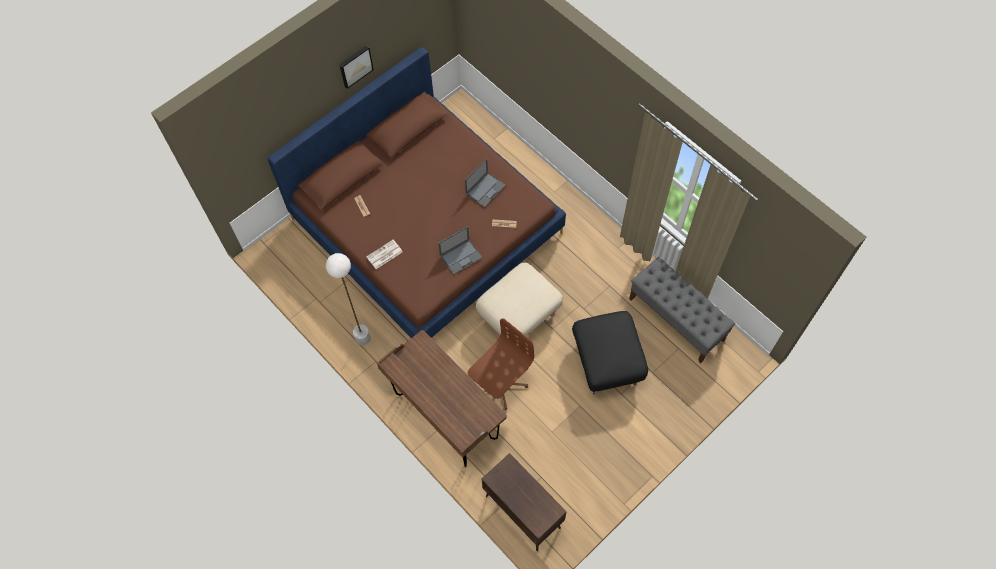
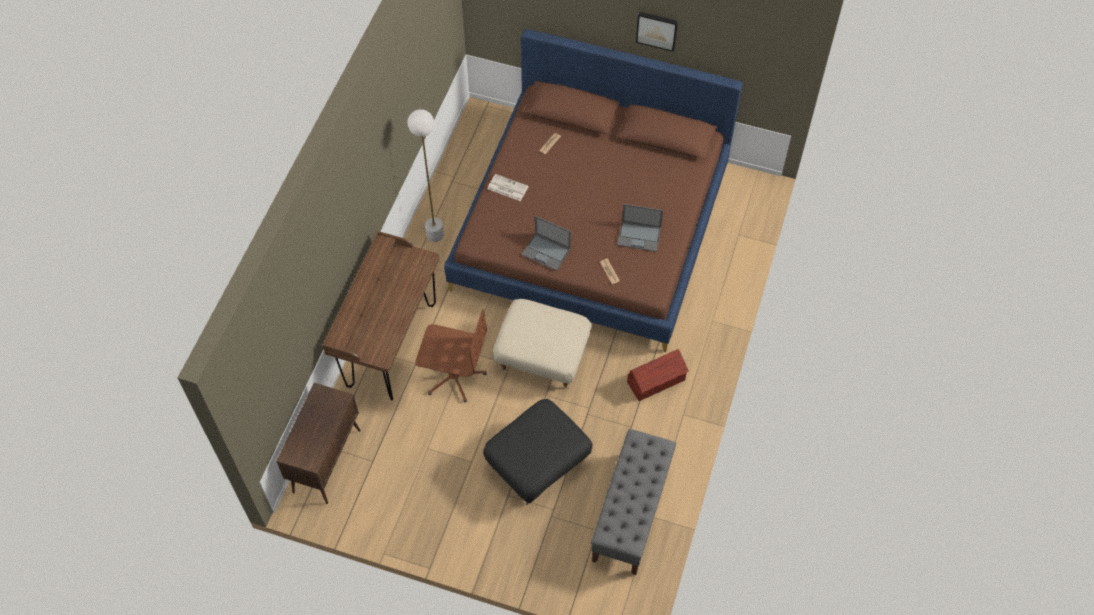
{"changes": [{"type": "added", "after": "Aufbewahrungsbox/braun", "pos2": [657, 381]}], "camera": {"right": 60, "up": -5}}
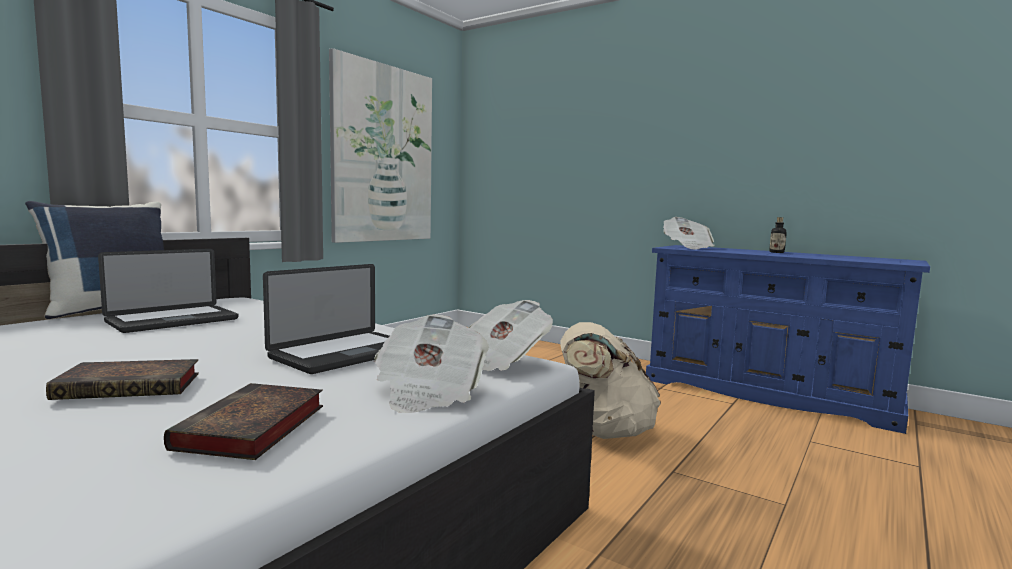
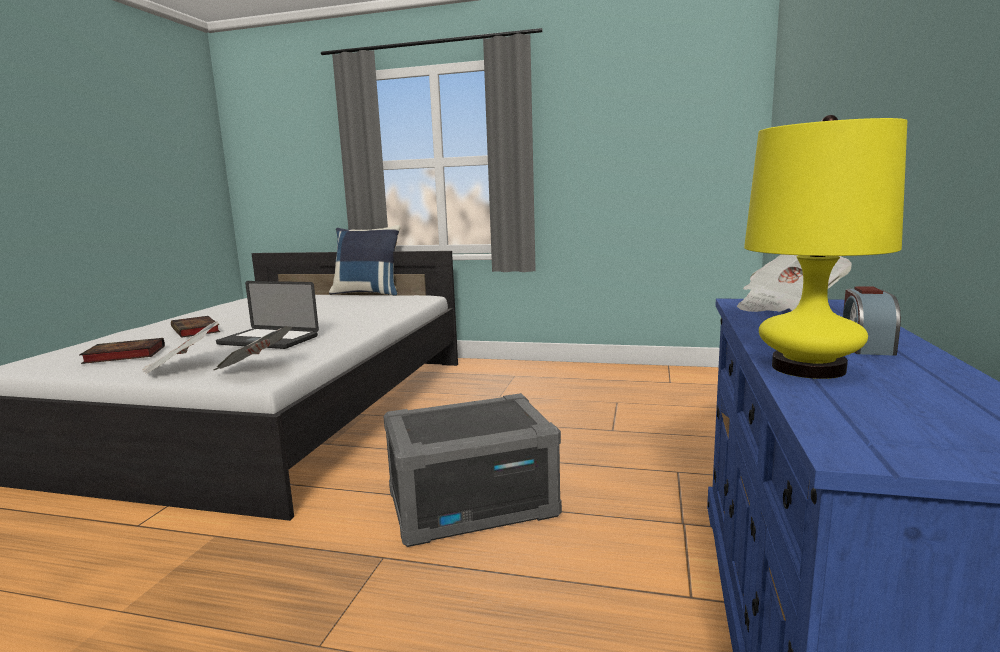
{"changes": [{"type": "removed", "before": "Bild", "pos1": [383, 154]}, {"type": "replaced", "before": "Flasche", "after": "Wecker", "pos1": [776, 252], "pos2": [865, 346]}, {"type": "removed", "before": "Laptop", "pos1": [173, 321]}, {"type": "replaced", "before": "Rucksack/beige", "after": "Aufbewahrungsbox/grau", "pos1": [603, 431], "pos2": [472, 503]}, {"type": "added", "after": "Tischlampe/gelb", "pos2": [808, 368]}], "camera": {"right": 70, "up": 5}}
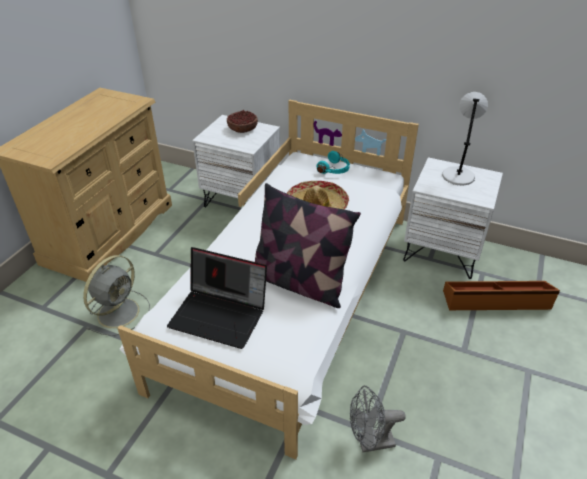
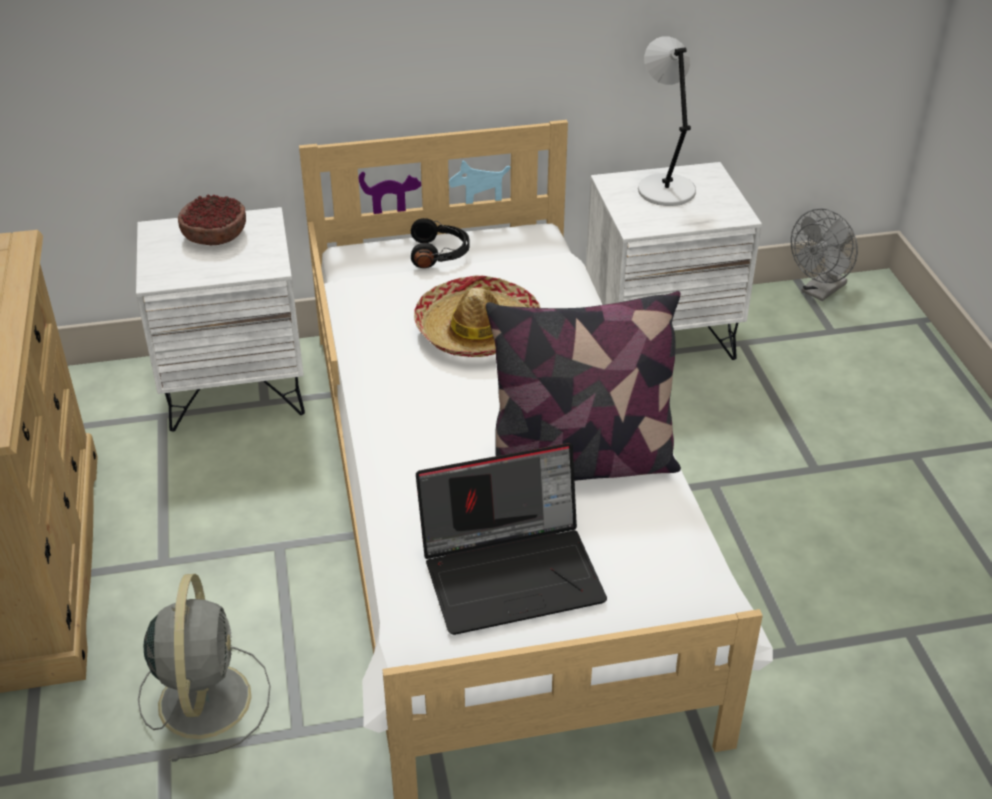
{"changes": [{"type": "recoloured", "before": "Kopfhörer/türkis", "after": "Kopfhörer/schwarz", "pos1": [334, 170], "pos2": [440, 254]}, {"type": "removed", "before": "Aufbewahrungsbox/braun", "pos1": [496, 301]}, {"type": "moved", "before": "Ventilator/grau", "pos1": [370, 442], "pos2": [820, 292]}], "camera": {"right": -35, "up": 0}}
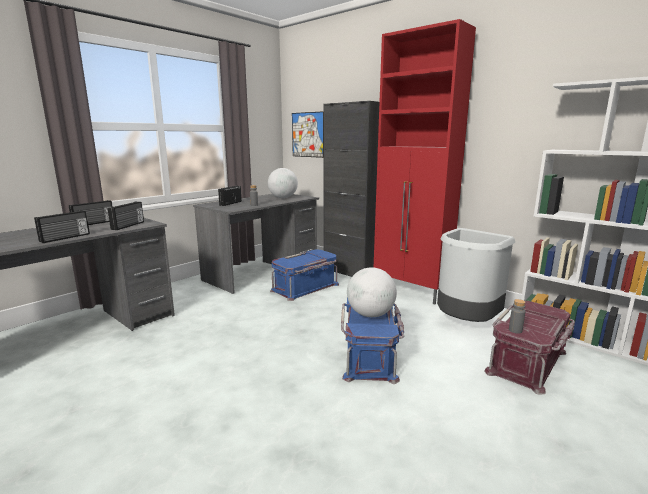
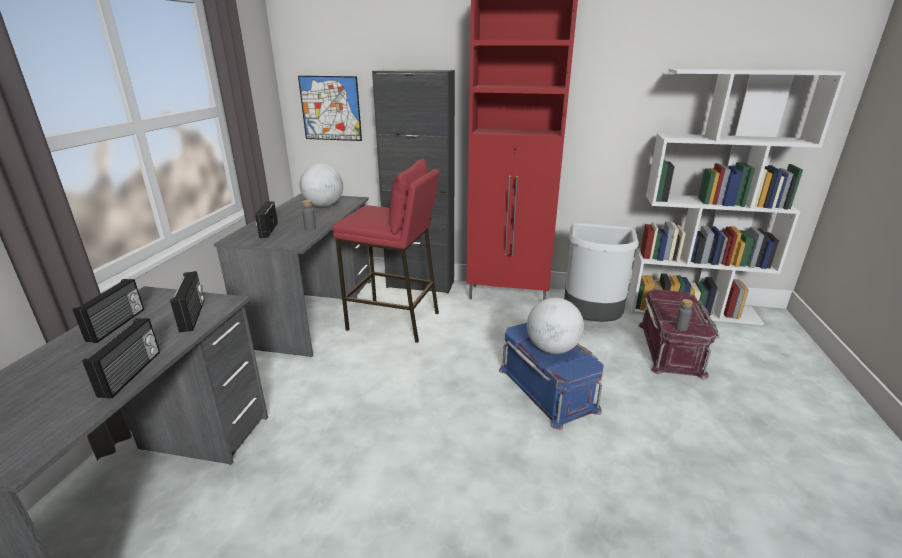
{"changes": [{"type": "replaced", "before": "Aufbewahrungsbox/blau", "after": "Hocker/rot", "pos1": [305, 288], "pos2": [394, 321]}], "camera": {"right": -30, "up": 10}}
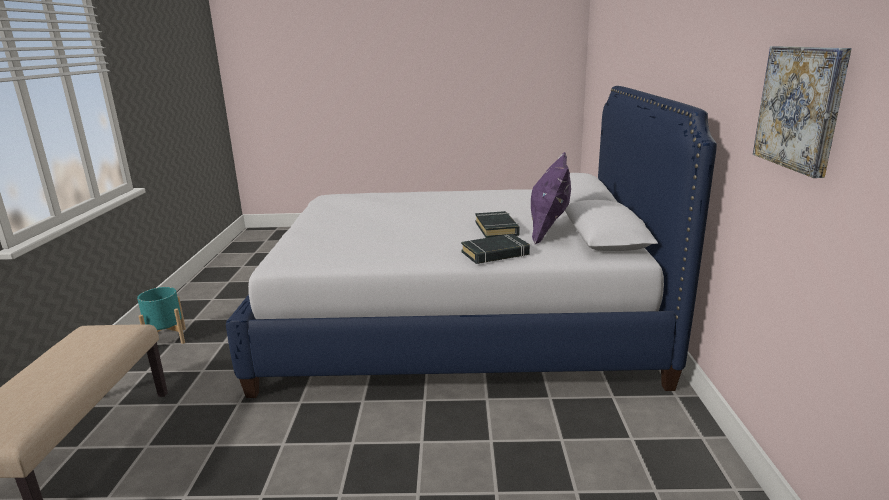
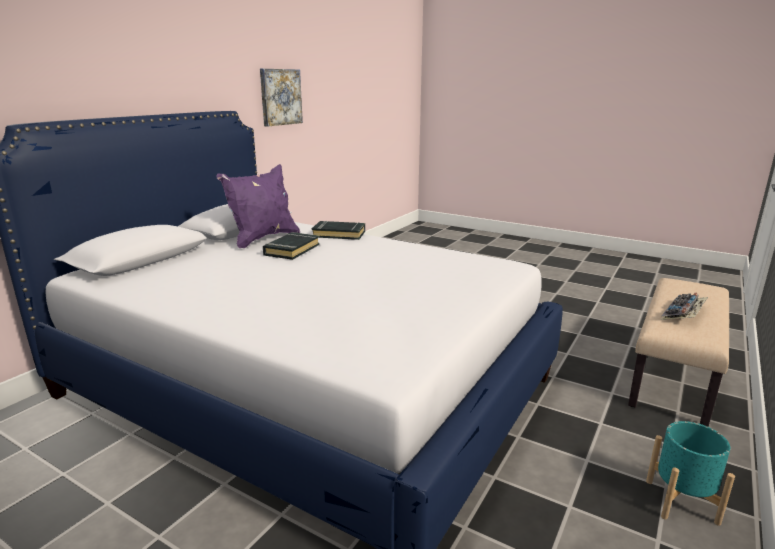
{"changes": [{"type": "added", "after": "Tastatur", "pos2": [683, 314]}], "camera": {"right": -150, "up": 0}}
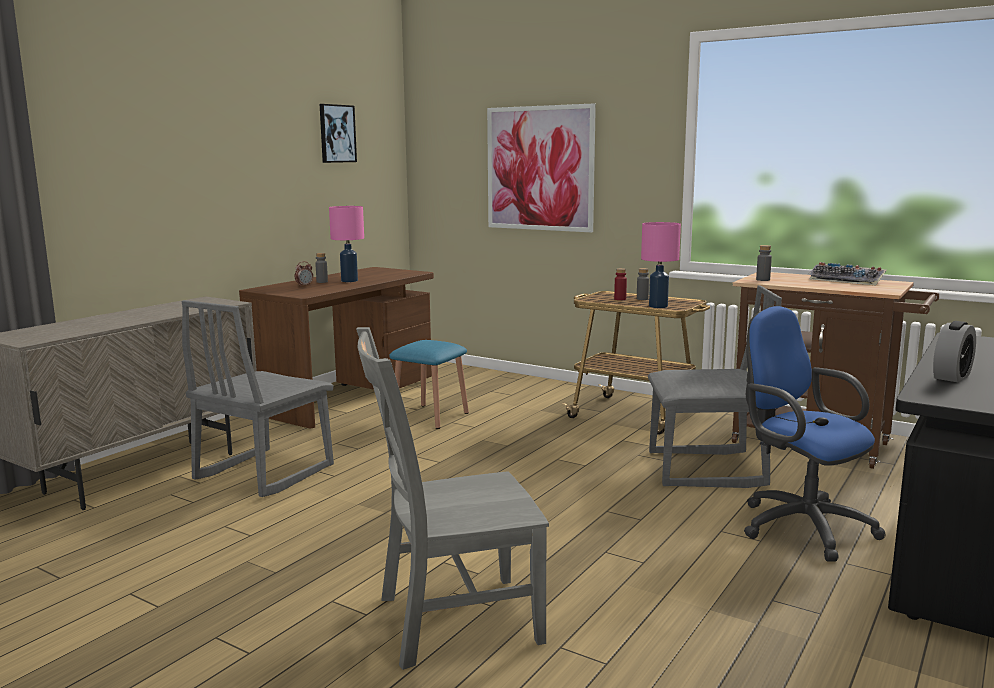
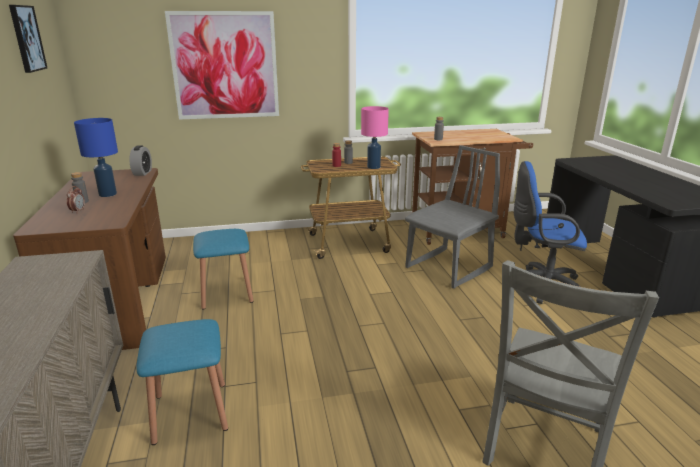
{"changes": [{"type": "recoloured", "before": "Tischlampe/rosa", "after": "Tischlampe/blau", "pos1": [349, 281], "pos2": [107, 194]}, {"type": "removed", "before": "Tastatur", "pos1": [847, 280]}, {"type": "replaced", "before": "Stuhl/grau", "after": "Hocker/blau", "pos1": [263, 473], "pos2": [190, 412]}, {"type": "moved", "before": "Wecker", "pos1": [952, 376], "pos2": [142, 173]}], "camera": {"right": -45, "up": 10}}
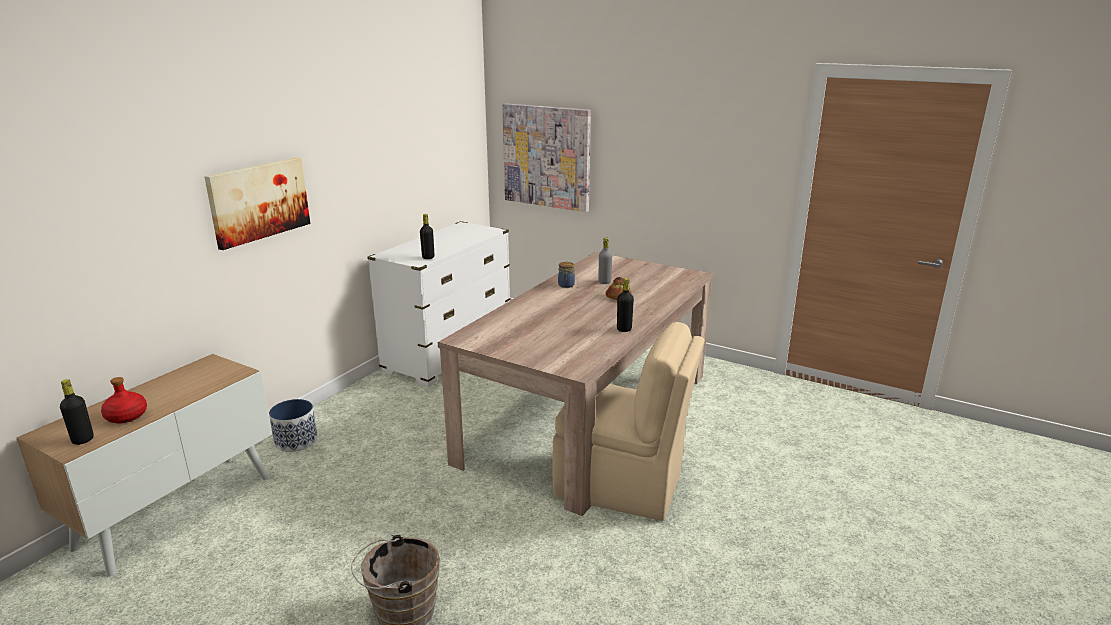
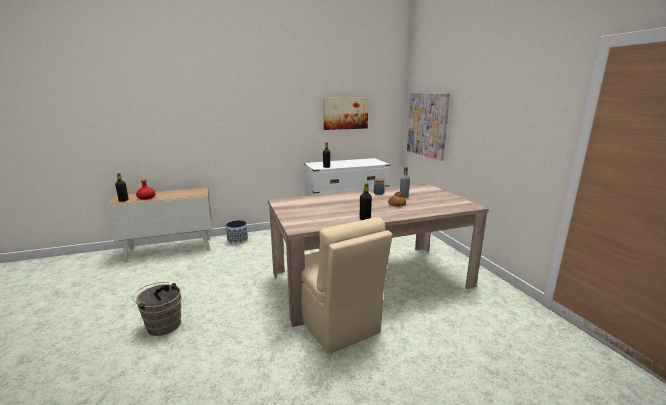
{"changes": [{"type": "moved", "before": "Bild", "pos1": [259, 201], "pos2": [345, 113]}], "camera": {"right": 40, "up": -5}}
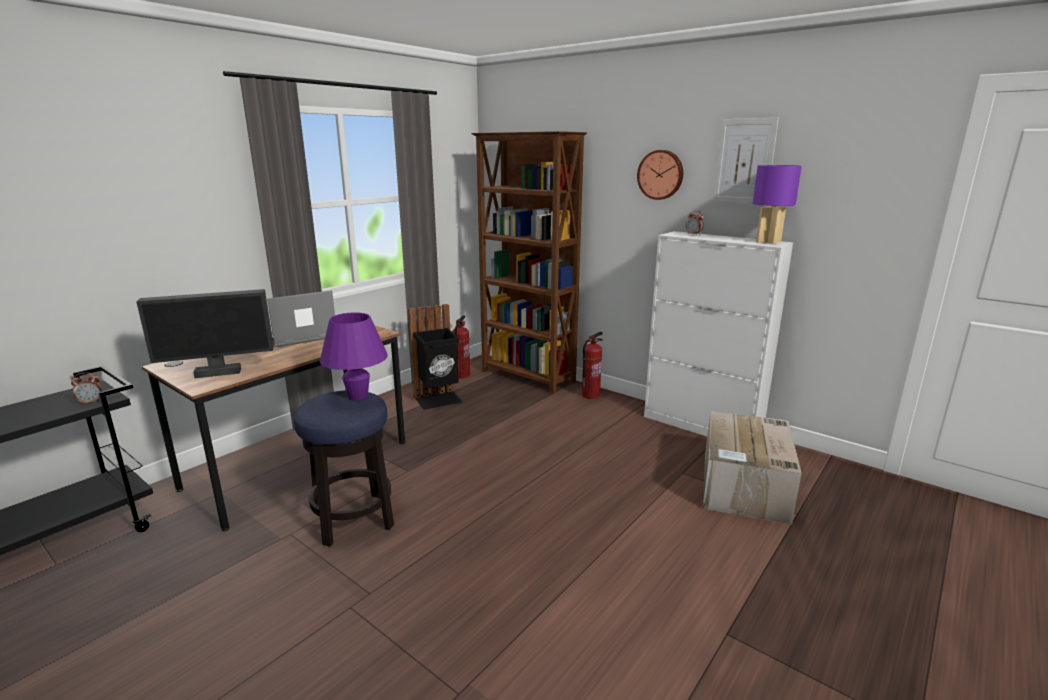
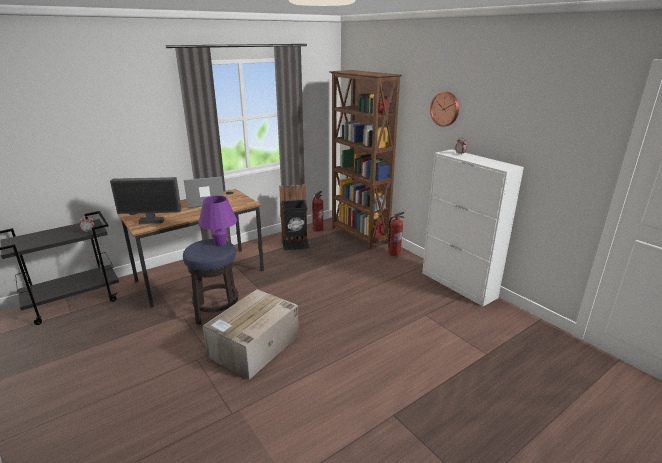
{"changes": [{"type": "removed", "before": "Bild", "pos1": [744, 161]}, {"type": "removed", "before": "Tischlampe/lila", "pos1": [767, 242]}, {"type": "moved", "before": "Karton", "pos1": [744, 486], "pos2": [254, 346]}], "camera": {"right": 15, "up": 5}}
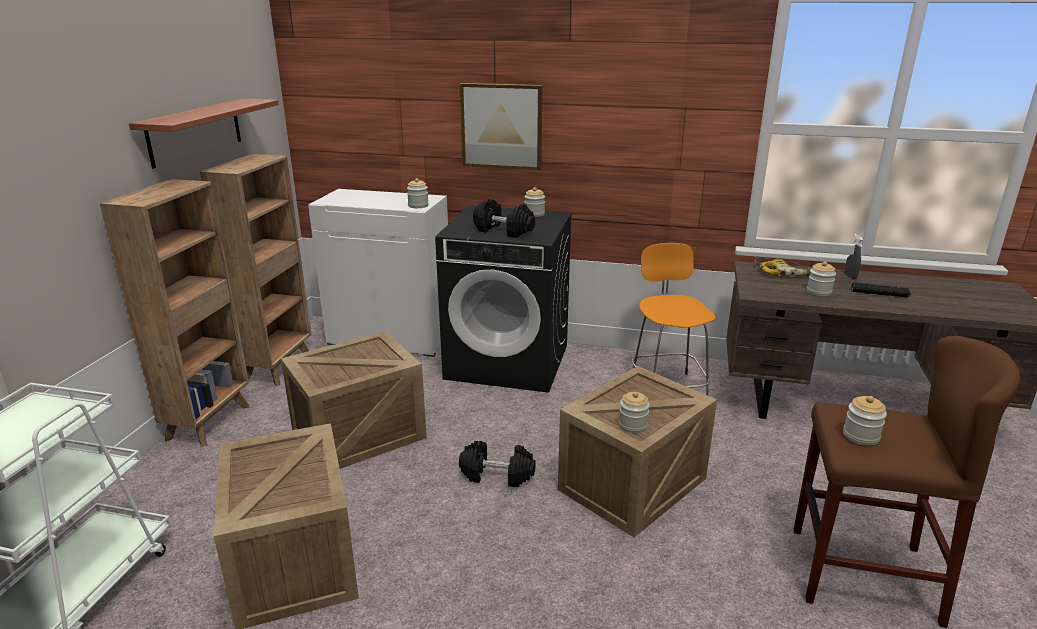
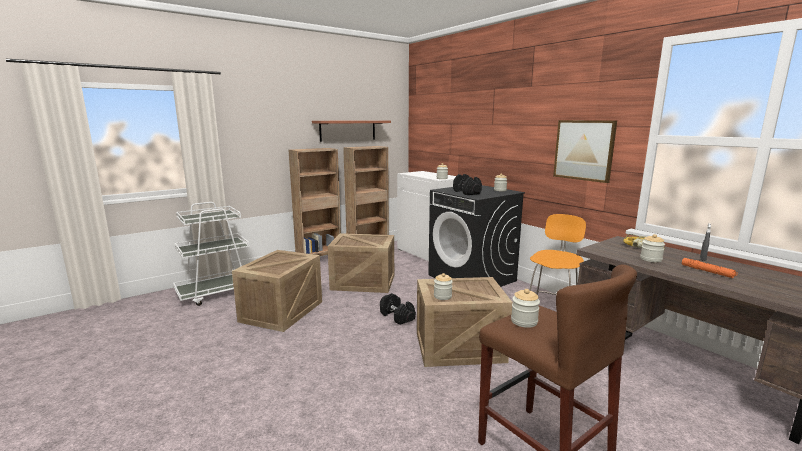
{"changes": [{"type": "moved", "before": "Bild", "pos1": [502, 126], "pos2": [584, 150]}, {"type": "recoloured", "before": "Taschenlampe/schwarz", "after": "Taschenlampe/orange", "pos1": [879, 294], "pos2": [707, 271]}], "camera": {"right": 40, "up": -10}}
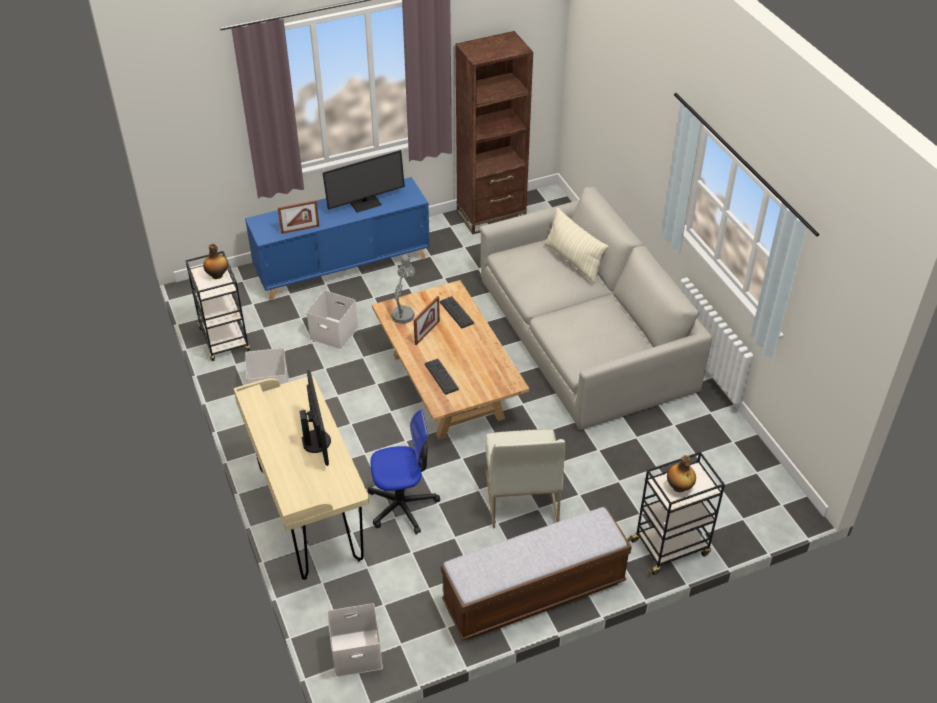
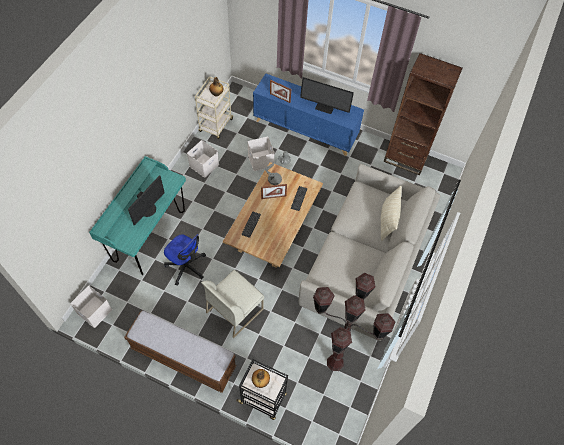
{"changes": [{"type": "recoloured", "before": "Rollwagen/schwarz", "after": "Rollwagen/beige", "pos1": [225, 340], "pos2": [216, 126]}, {"type": "recoloured", "before": "Schreibtisch/beige", "after": "Schreibtisch/türkis", "pos1": [309, 516], "pos2": [149, 236]}, {"type": "added", "after": "Stehlampe/braun", "pos2": [335, 363]}], "camera": {"right": 45, "up": 15}}
